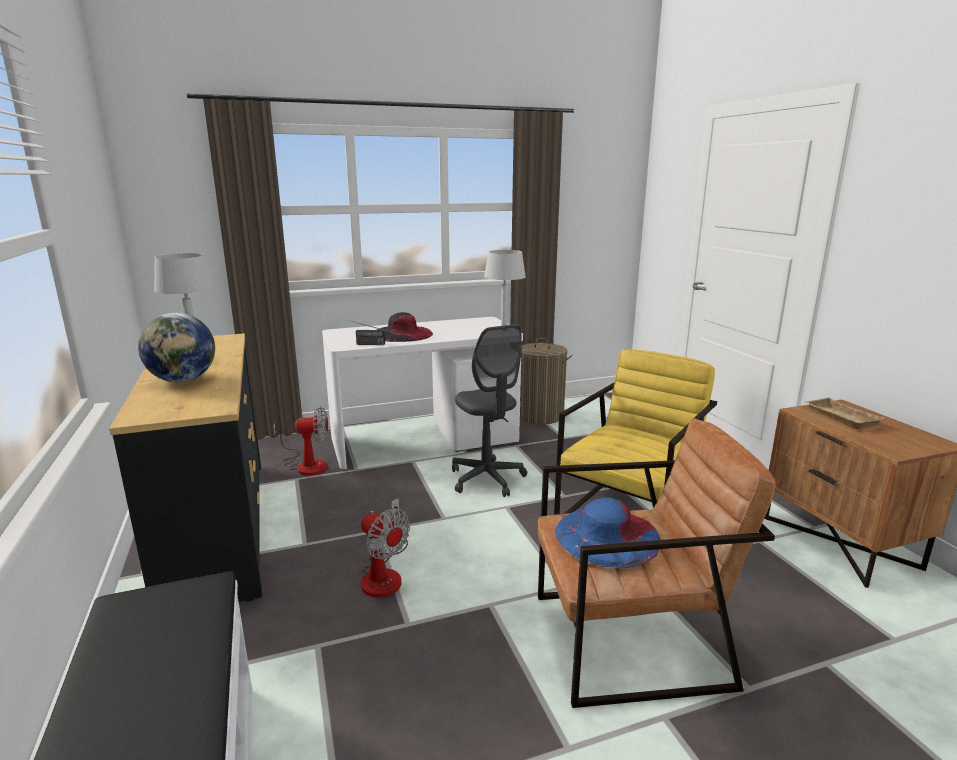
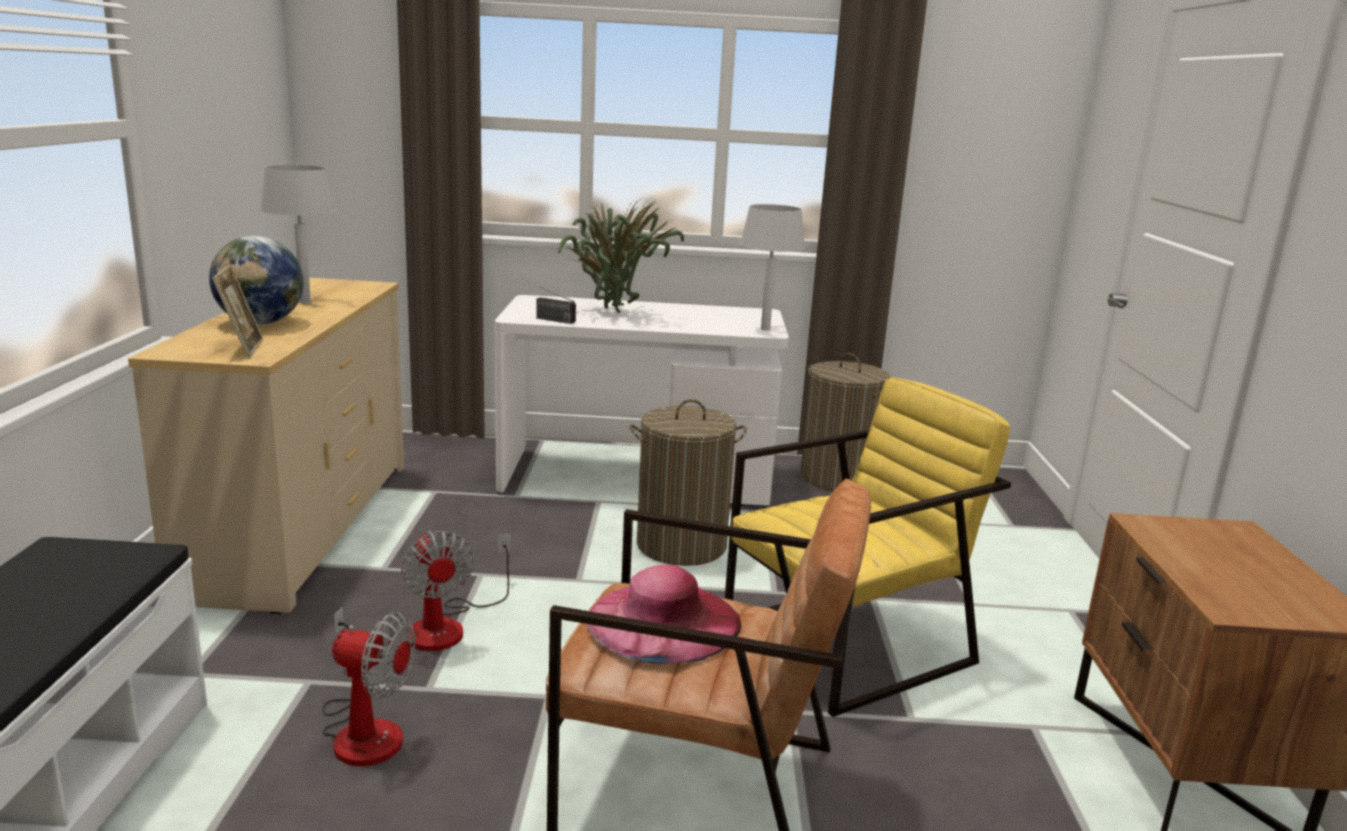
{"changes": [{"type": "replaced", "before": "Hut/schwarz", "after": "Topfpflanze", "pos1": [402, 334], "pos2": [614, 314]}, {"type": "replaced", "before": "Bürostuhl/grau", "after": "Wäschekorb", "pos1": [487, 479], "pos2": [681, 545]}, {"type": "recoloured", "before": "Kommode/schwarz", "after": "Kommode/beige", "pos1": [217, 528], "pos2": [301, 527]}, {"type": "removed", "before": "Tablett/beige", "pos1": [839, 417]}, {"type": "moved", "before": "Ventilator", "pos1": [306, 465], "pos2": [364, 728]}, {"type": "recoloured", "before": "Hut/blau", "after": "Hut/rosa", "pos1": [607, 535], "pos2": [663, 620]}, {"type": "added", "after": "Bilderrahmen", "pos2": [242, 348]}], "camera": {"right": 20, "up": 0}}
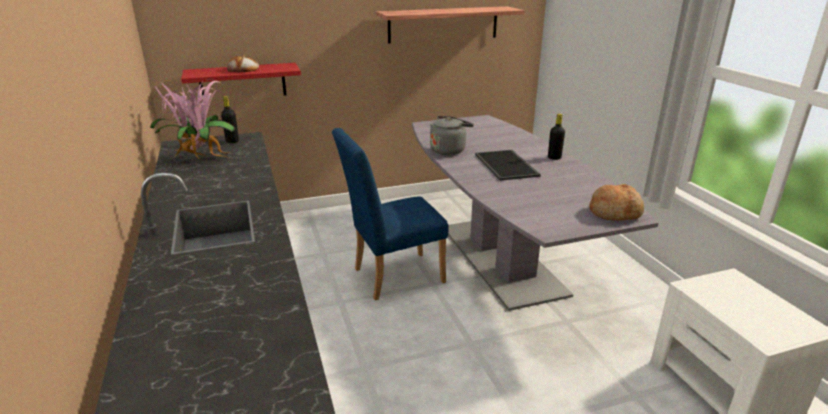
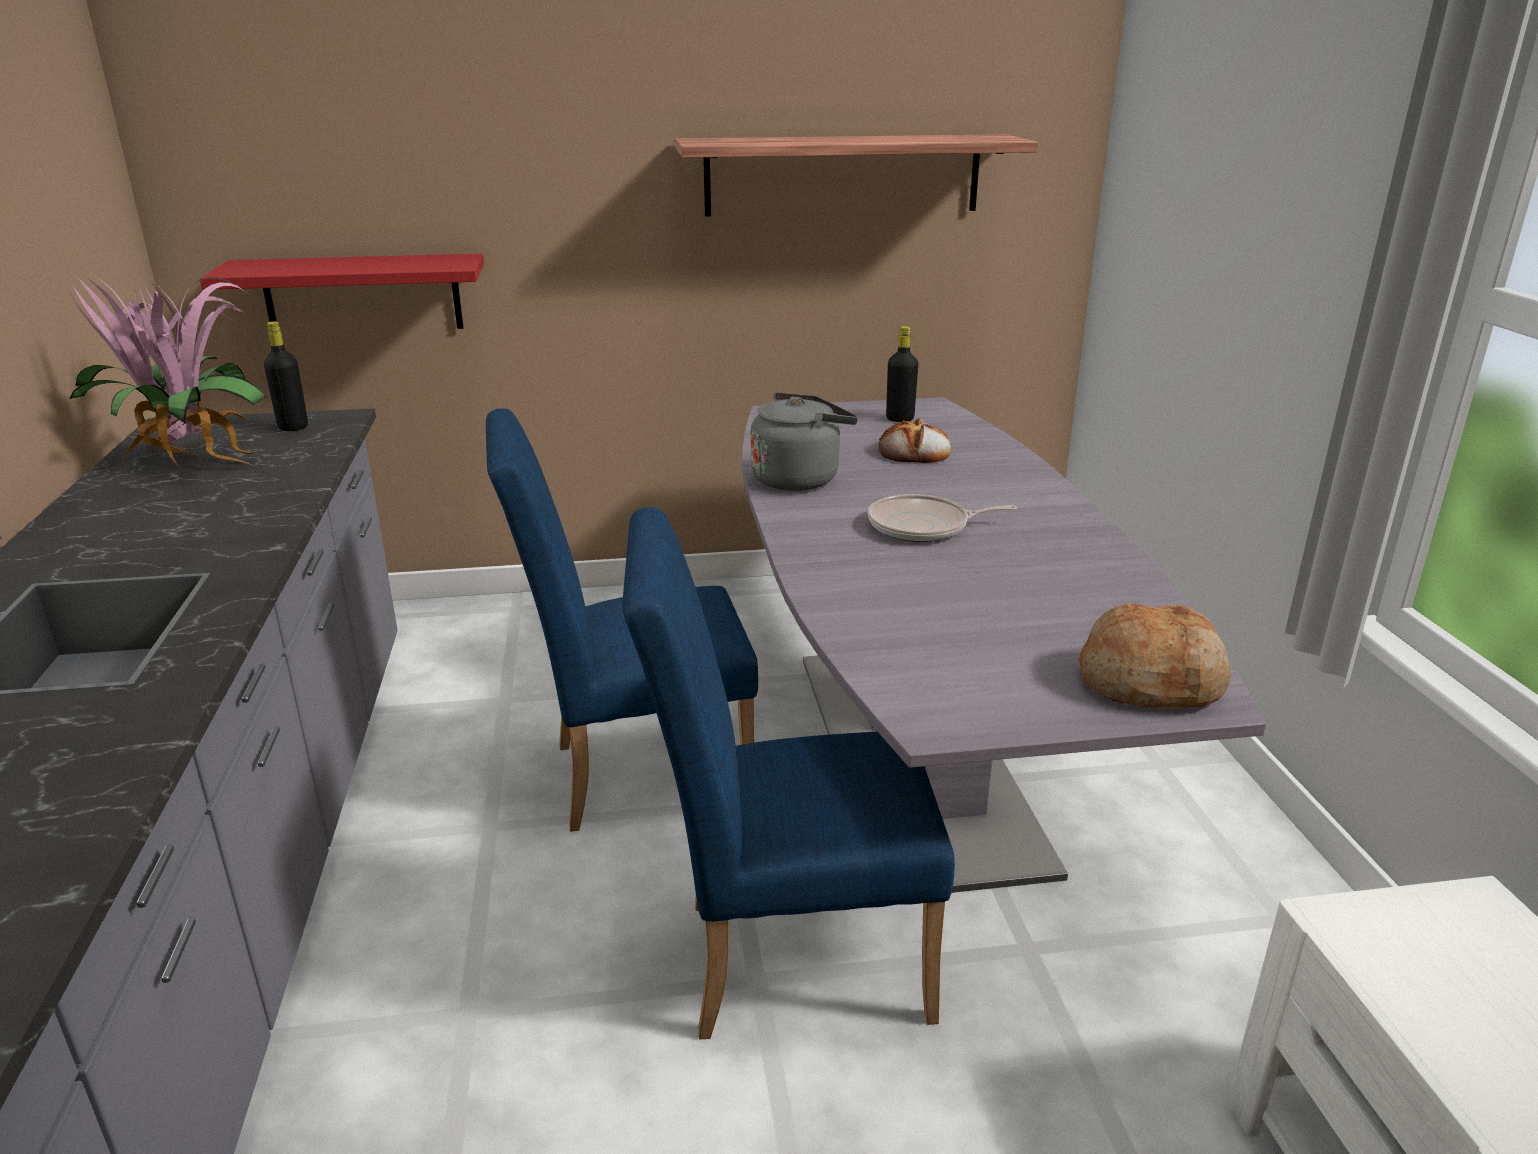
{"changes": [{"type": "moved", "before": "Brot", "pos1": [243, 69], "pos2": [915, 452]}, {"type": "moved", "before": "Flasche/schwarz", "pos1": [554, 157], "pos2": [900, 419]}, {"type": "replaced", "before": "Tablett", "after": "Pfanne", "pos1": [507, 165], "pos2": [923, 526]}, {"type": "added", "after": "Stuhl/blau", "pos2": [785, 957]}], "camera": {"right": 10, "up": 0}}
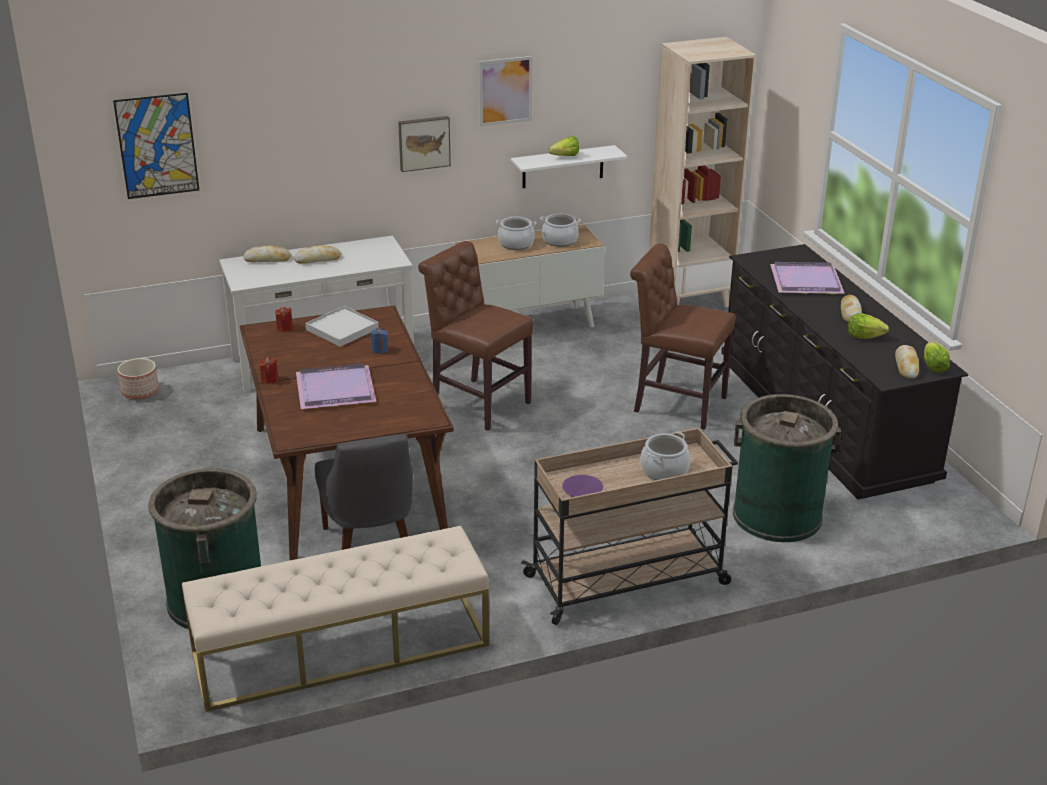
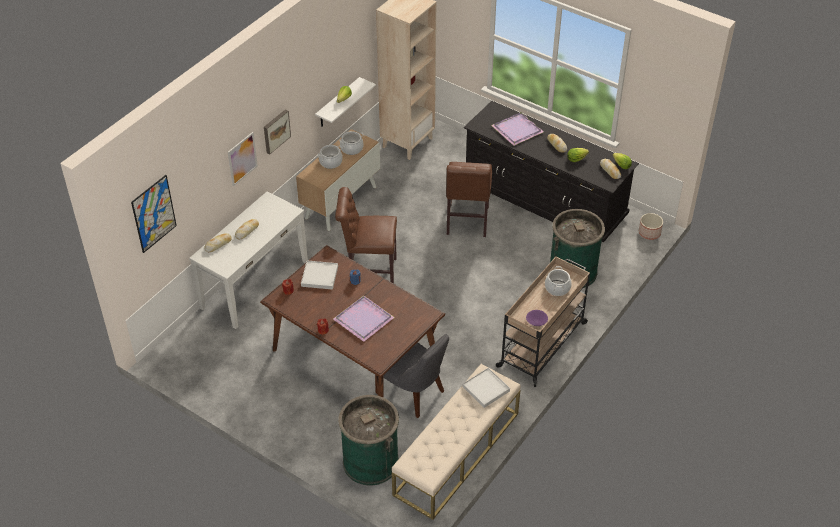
{"changes": [{"type": "moved", "before": "Bild", "pos1": [505, 91], "pos2": [242, 159]}, {"type": "turned", "before": "Stuhl/braun", "pos1": [675, 404], "pos2": [467, 223], "turn": -75}, {"type": "moved", "before": "Pflanzkübel", "pos1": [139, 391], "pos2": [649, 233]}, {"type": "added", "after": "Tablett/weiß", "pos2": [486, 389]}], "camera": {"right": -35, "up": 15}}
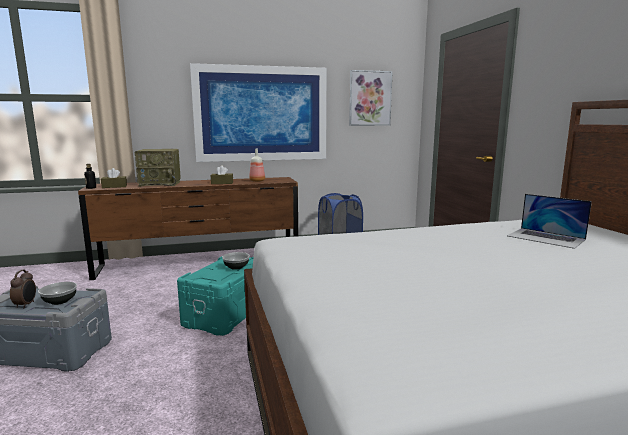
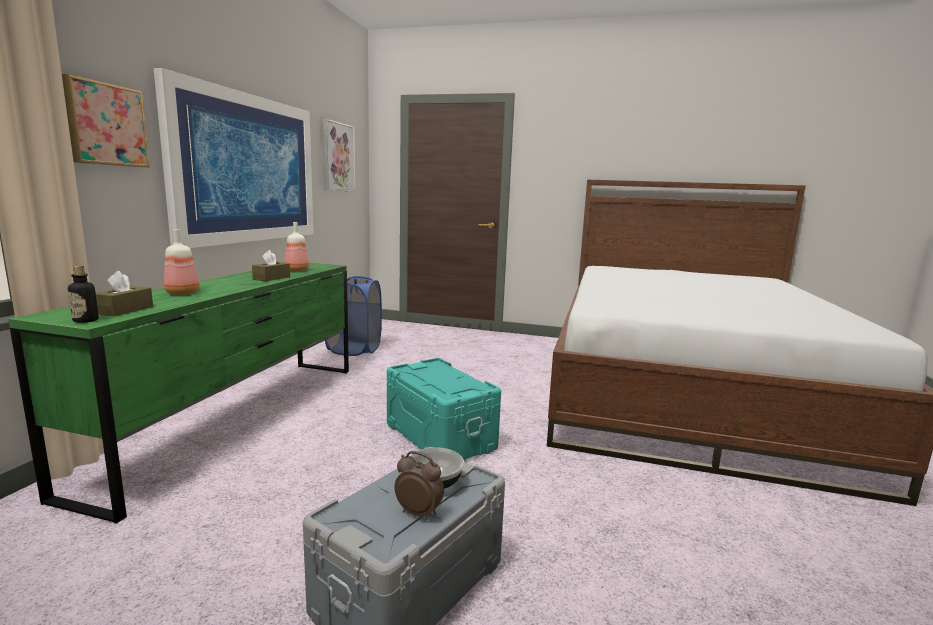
{"changes": [{"type": "replaced", "before": "Radio", "after": "Flasche", "pos1": [161, 183], "pos2": [182, 292]}, {"type": "recoloured", "before": "Kommode/braun", "after": "Kommode/grün", "pos1": [200, 264], "pos2": [239, 419]}, {"type": "removed", "before": "Laptop", "pos1": [546, 238]}, {"type": "removed", "before": "Schüssel", "pos1": [236, 267]}, {"type": "added", "after": "Bild", "pos2": [104, 124]}], "camera": {"right": -60, "up": 0}}
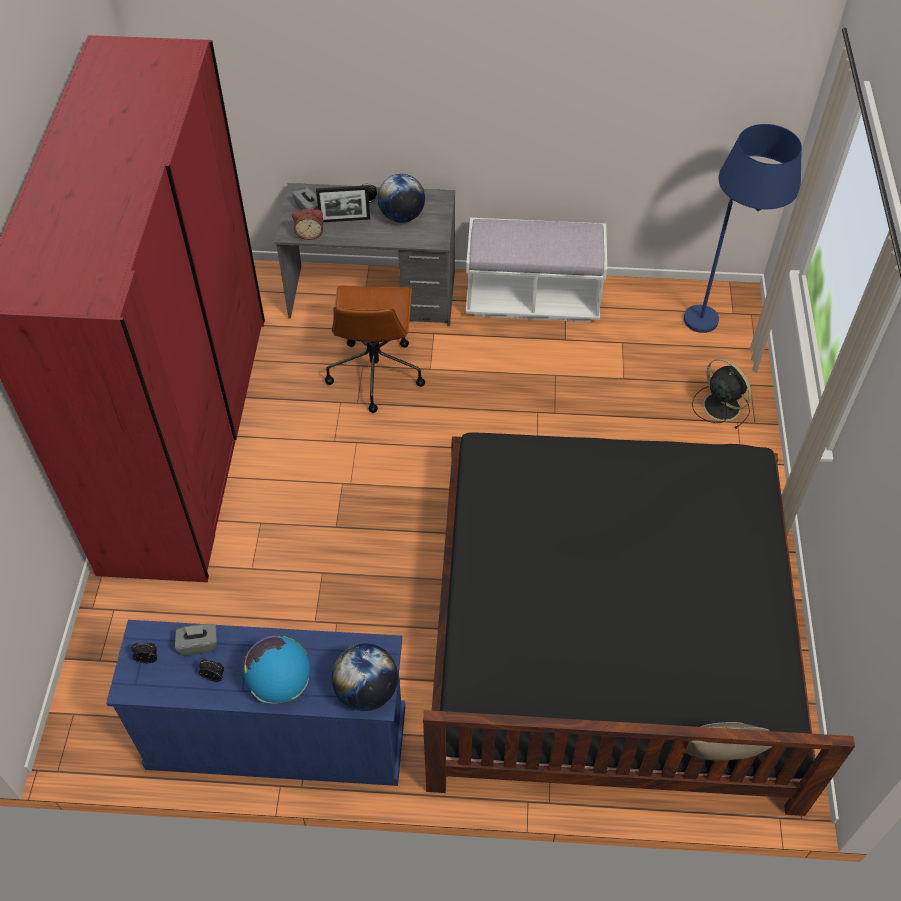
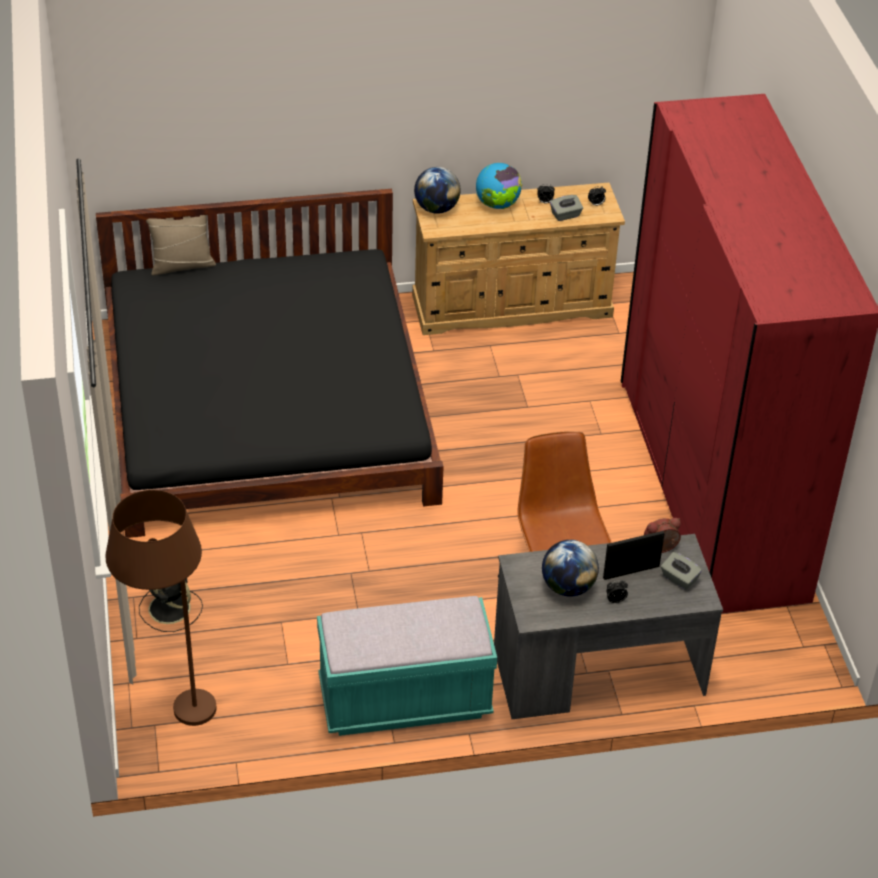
{"changes": [{"type": "recoloured", "before": "Stehlampe/blau", "after": "Stehlampe/braun", "pos1": [720, 323], "pos2": [170, 708]}, {"type": "recoloured", "before": "Bank/weiß", "after": "Bank/türkis", "pos1": [532, 300], "pos2": [405, 700]}, {"type": "recoloured", "before": "Kommode/blau", "after": "Kommode/beige", "pos1": [275, 738], "pos2": [513, 306]}], "camera": {"right": 165, "up": -10}}
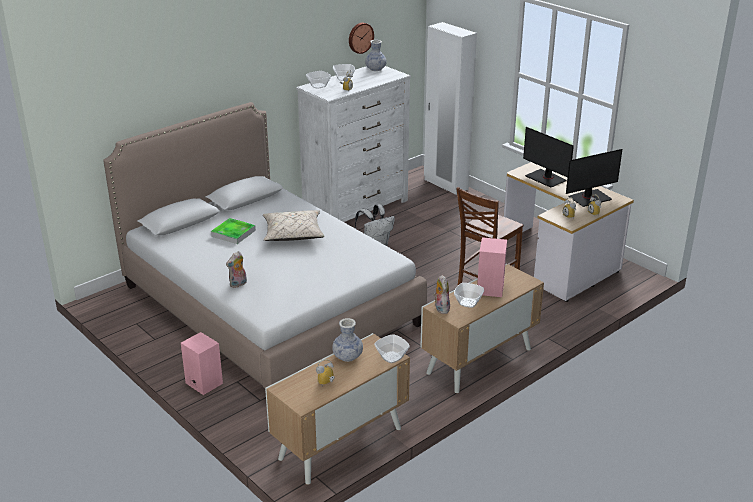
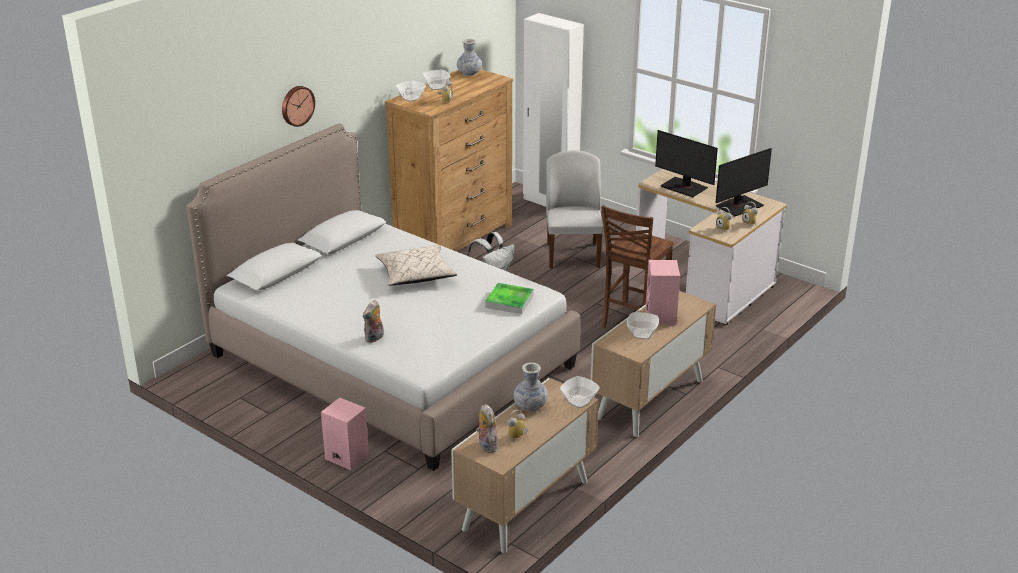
{"changes": [{"type": "moved", "before": "Wanduhr", "pos1": [360, 37], "pos2": [297, 105]}, {"type": "recoloured", "before": "Kommode/weiß", "after": "Kommode/braun", "pos1": [356, 207], "pos2": [454, 238]}, {"type": "moved", "before": "Tablett", "pos1": [233, 233], "pos2": [509, 301]}, {"type": "moved", "before": "Plüschtier", "pos1": [440, 308], "pos2": [486, 445]}, {"type": "added", "after": "Stuhl/weiß", "pos2": [573, 254]}], "camera": {"right": -10, "up": 0}}
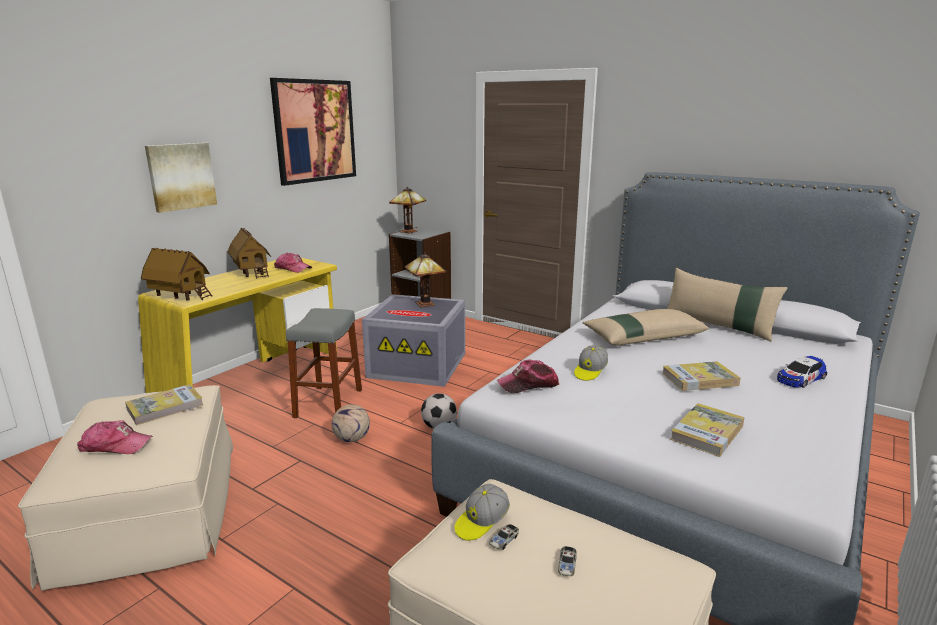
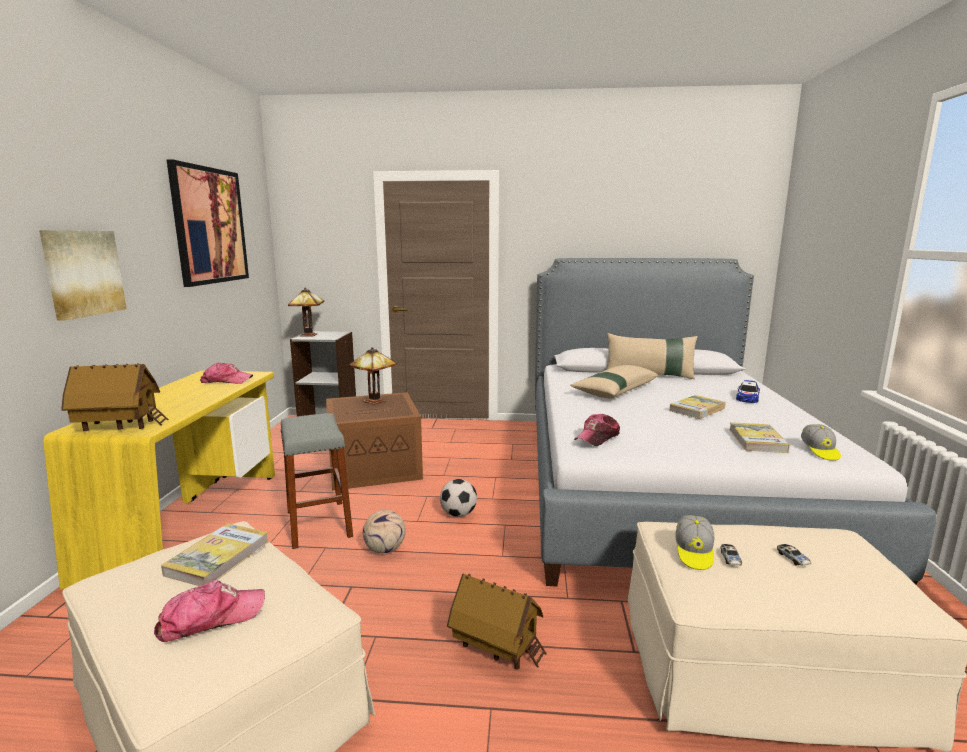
{"changes": [{"type": "moved", "before": "Spielzeughaus", "pos1": [251, 272], "pos2": [496, 649]}, {"type": "recoloured", "before": "Aufbewahrungsbox/grau", "after": "Aufbewahrungsbox/braun", "pos1": [419, 364], "pos2": [375, 466]}, {"type": "moved", "before": "Kappe", "pos1": [590, 371], "pos2": [819, 451]}], "camera": {"right": -30, "up": -5}}
